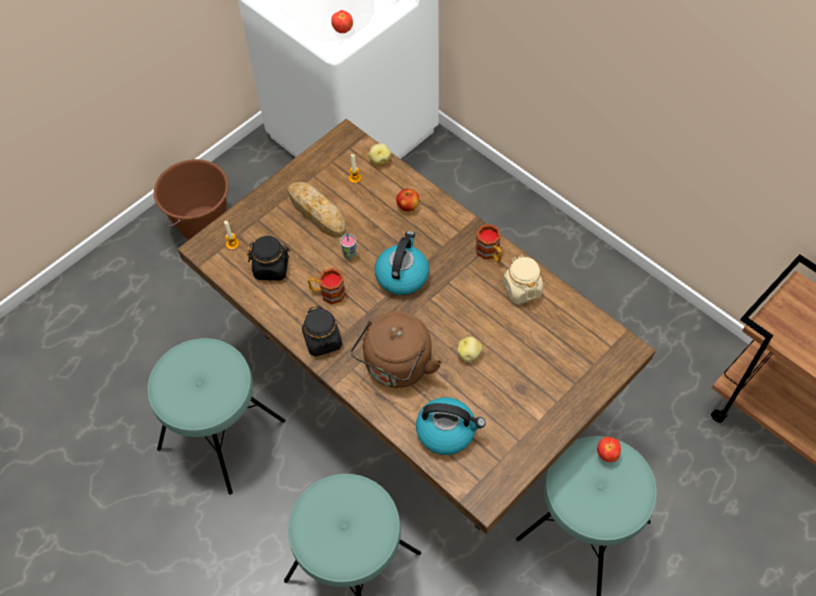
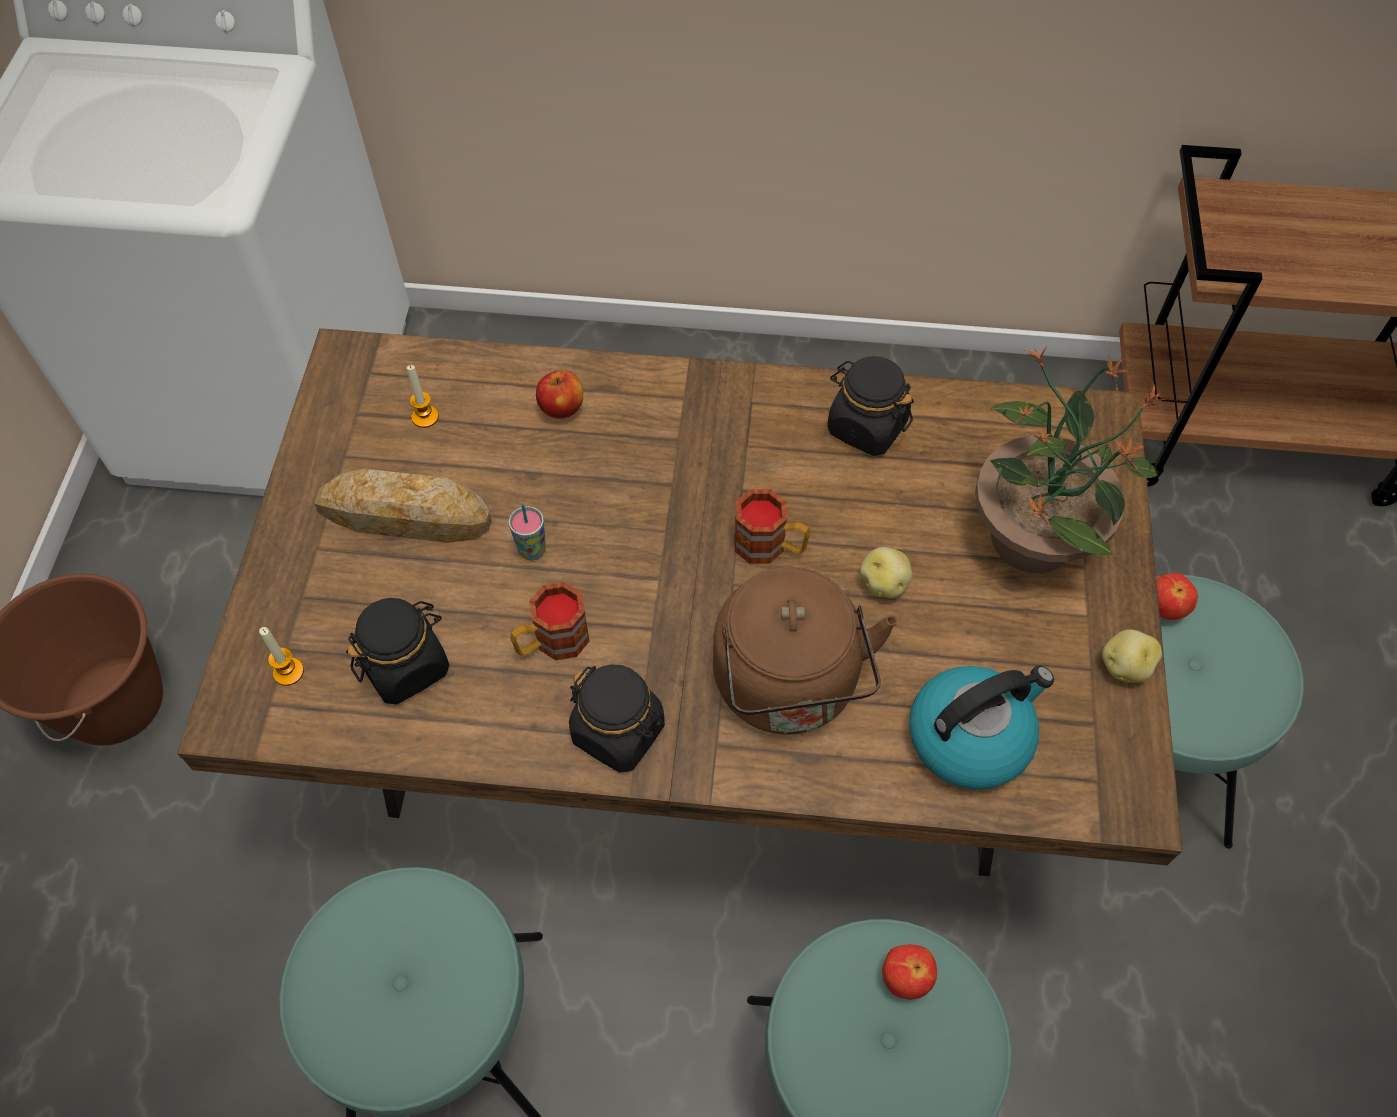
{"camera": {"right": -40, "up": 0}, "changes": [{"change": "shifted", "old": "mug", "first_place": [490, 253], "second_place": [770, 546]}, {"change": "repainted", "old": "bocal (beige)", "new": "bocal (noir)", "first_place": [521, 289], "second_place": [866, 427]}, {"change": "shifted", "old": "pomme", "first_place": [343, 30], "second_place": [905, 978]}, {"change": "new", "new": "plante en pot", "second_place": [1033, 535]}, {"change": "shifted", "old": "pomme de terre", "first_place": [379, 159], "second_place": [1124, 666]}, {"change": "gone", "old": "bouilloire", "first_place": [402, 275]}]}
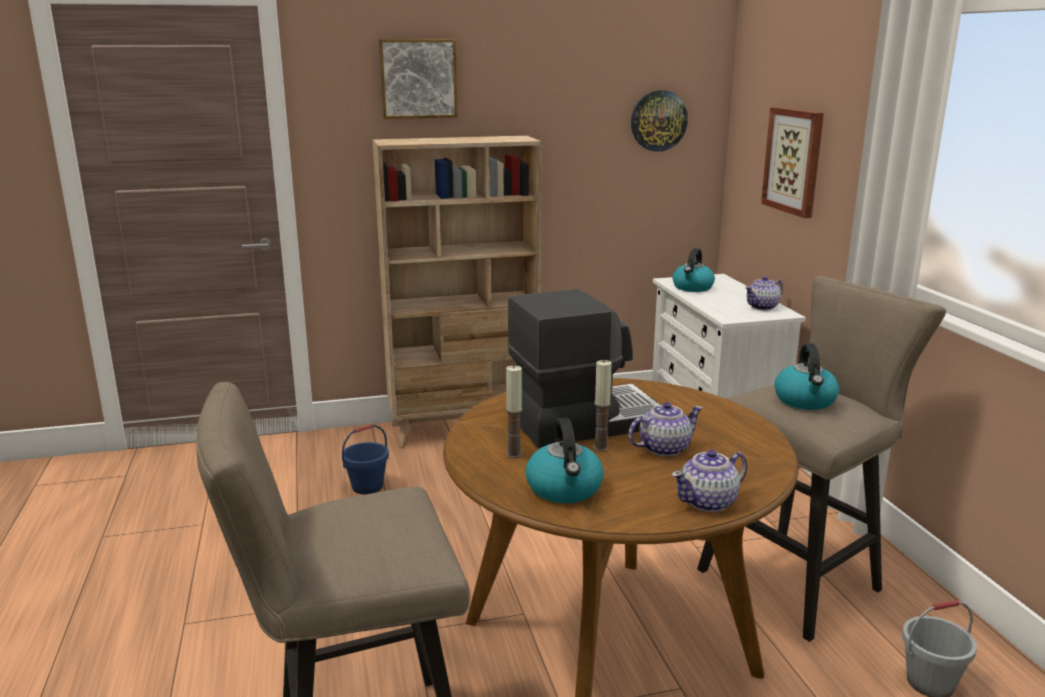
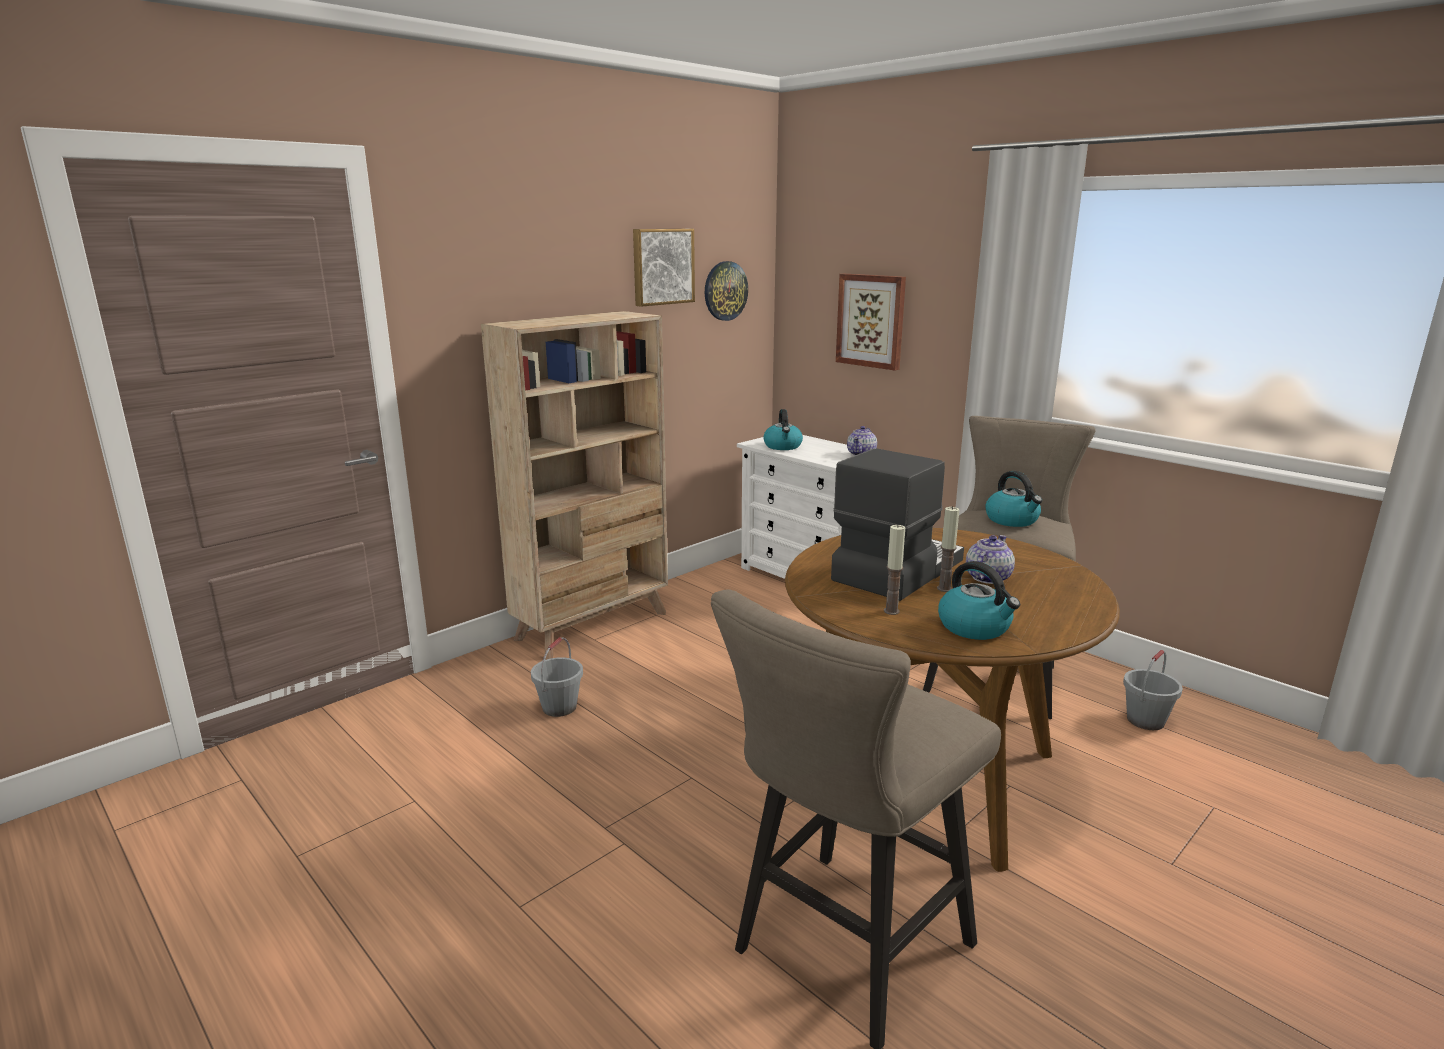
{"camera": {"right": -30, "up": 0}, "changes": [{"change": "repainted", "old": "seau (bleu)", "new": "seau (gris)", "first_place": [367, 487], "second_place": [559, 707]}, {"change": "shifted", "old": "tableau", "first_place": [418, 78], "second_place": [662, 266]}, {"change": "gone", "old": "théière", "first_place": [708, 502]}]}
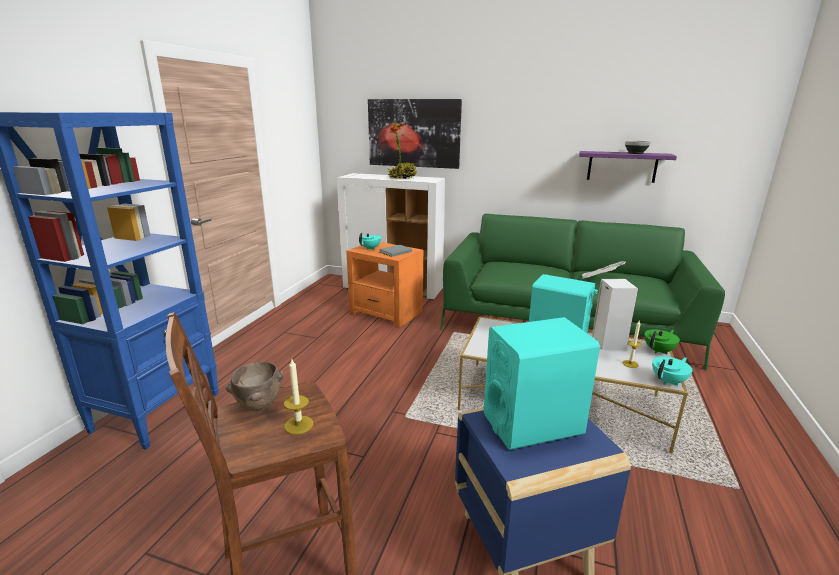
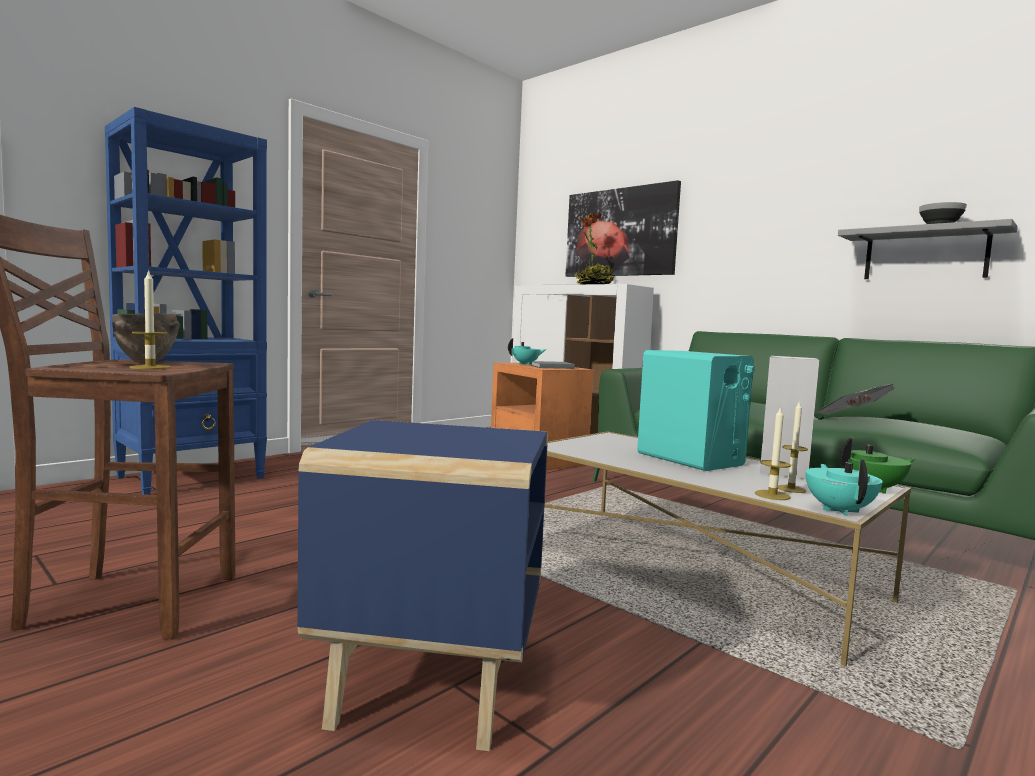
{"camera": {"right": 25, "up": -15}, "changes": [{"change": "new", "new": "bougie", "second_place": [772, 495]}, {"change": "rotated", "old": "théière (turquoise)", "first_place": [669, 381], "second_place": [839, 510], "degrees": -75}, {"change": "repainted", "old": "étagère (violet)", "new": "étagère (gris)", "first_place": [622, 166], "second_place": [925, 254]}, {"change": "gone", "old": "enceinte (turquoise)", "first_place": [532, 424]}]}
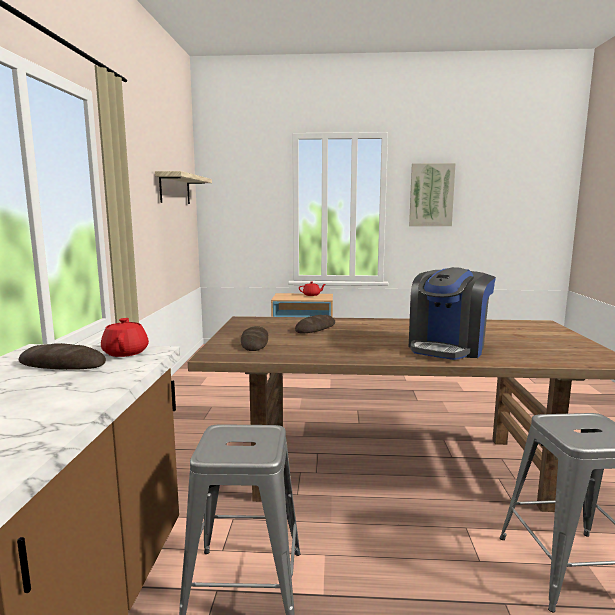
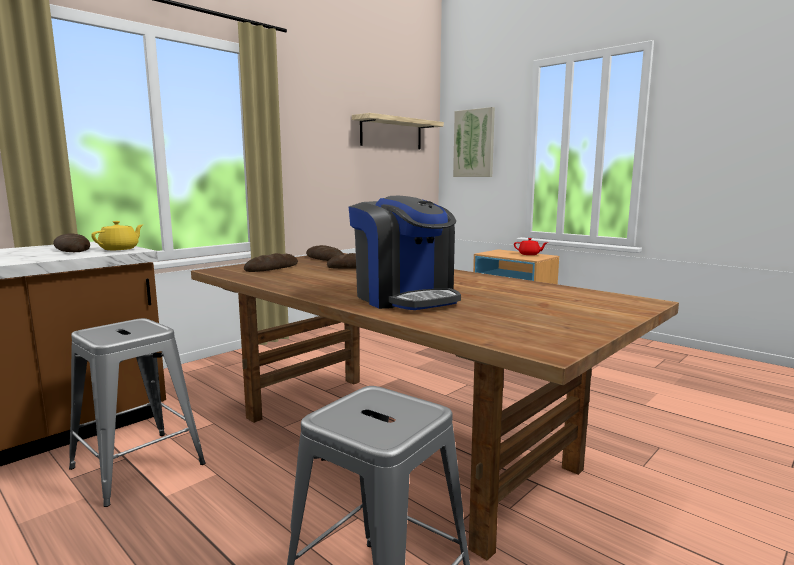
{"camera": {"right": 40, "up": 0}, "changes": [{"change": "repainted", "old": "théière (rouge)", "new": "théière (jaune)", "first_place": [126, 352], "second_place": [120, 249]}, {"change": "new", "new": "pain", "second_place": [325, 258]}, {"change": "rotated", "old": "machine à café", "first_place": [447, 348], "second_place": [405, 298], "degrees": -105}, {"change": "shifted", "old": "tableau", "first_place": [431, 195], "second_place": [474, 143]}]}
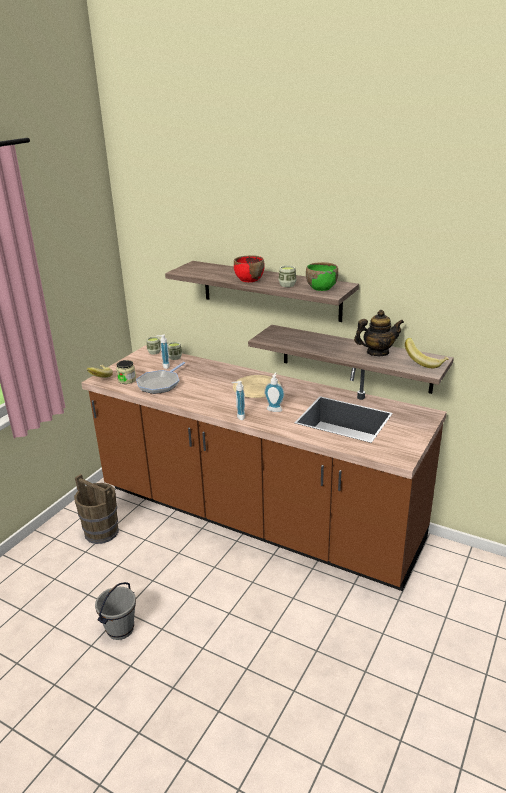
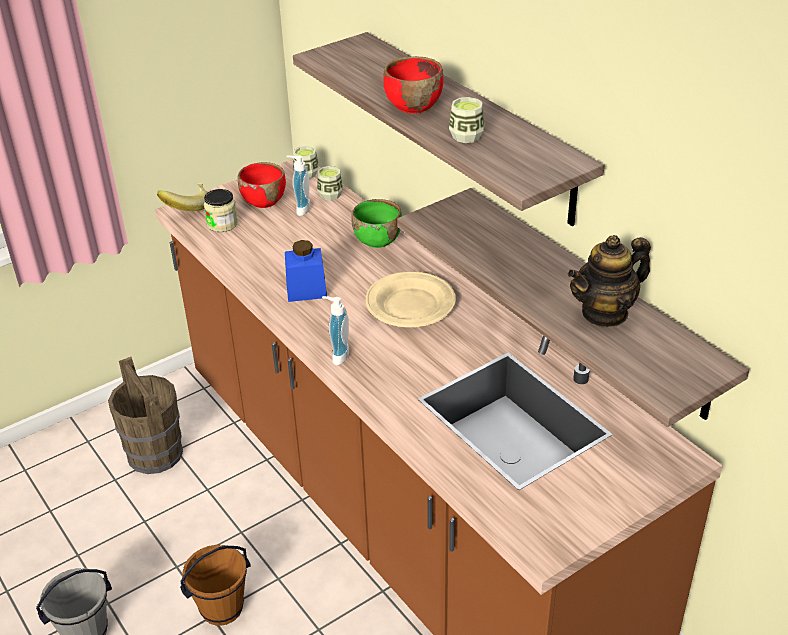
{"camera": {"right": 25, "up": 10}, "changes": [{"change": "new", "new": "seau (marron)", "second_place": [221, 608]}, {"change": "new", "new": "bol (rouge)", "second_place": [264, 201]}, {"change": "new", "new": "bocal (bleu)", "second_place": [306, 290]}, {"change": "shifted", "old": "bol (vert)", "first_place": [321, 288], "second_place": [377, 240]}, {"change": "rotated", "old": "théière", "first_place": [377, 352], "second_place": [605, 313], "degrees": 135}, {"change": "gone", "old": "poêle", "first_place": [160, 384]}, {"change": "gone", "old": "distributeur de savon", "first_place": [275, 409]}, {"change": "gone", "old": "banane", "first_place": [425, 362]}]}
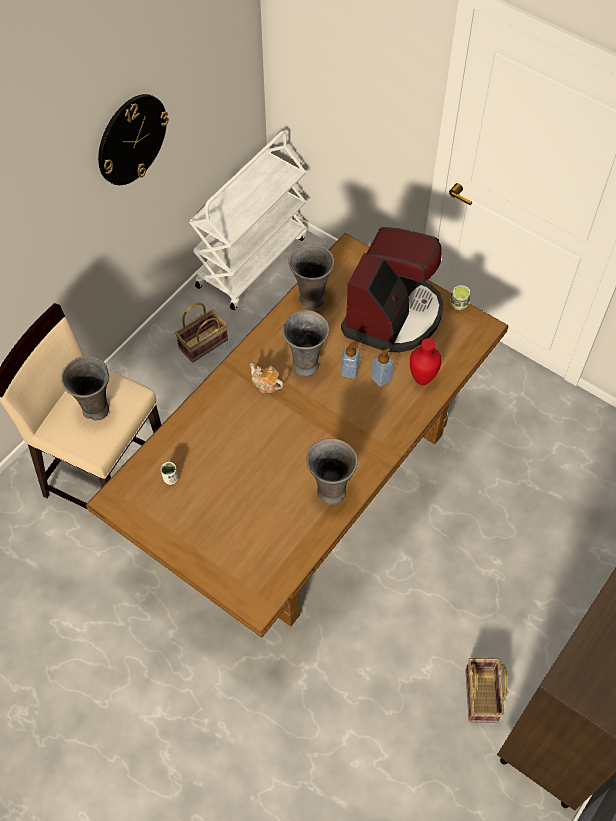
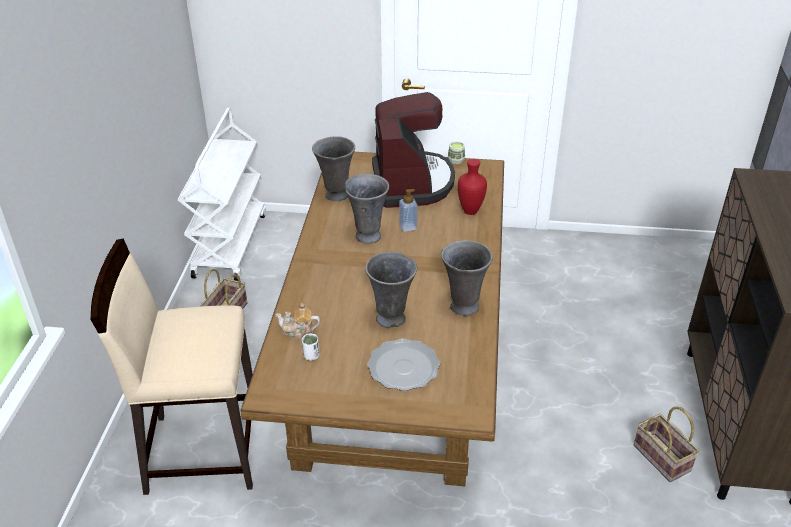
{"camera": {"right": -30, "up": -20}, "changes": [{"change": "shifted", "old": "théière", "first_place": [266, 384], "second_place": [298, 331]}, {"change": "shifted", "old": "vase (gris)", "first_place": [96, 410], "second_place": [392, 319]}, {"change": "new", "new": "assiette", "second_place": [403, 367]}, {"change": "gone", "old": "horloge murale", "first_place": [131, 139]}, {"change": "gone", "old": "distributeur de savon", "first_place": [381, 378]}]}
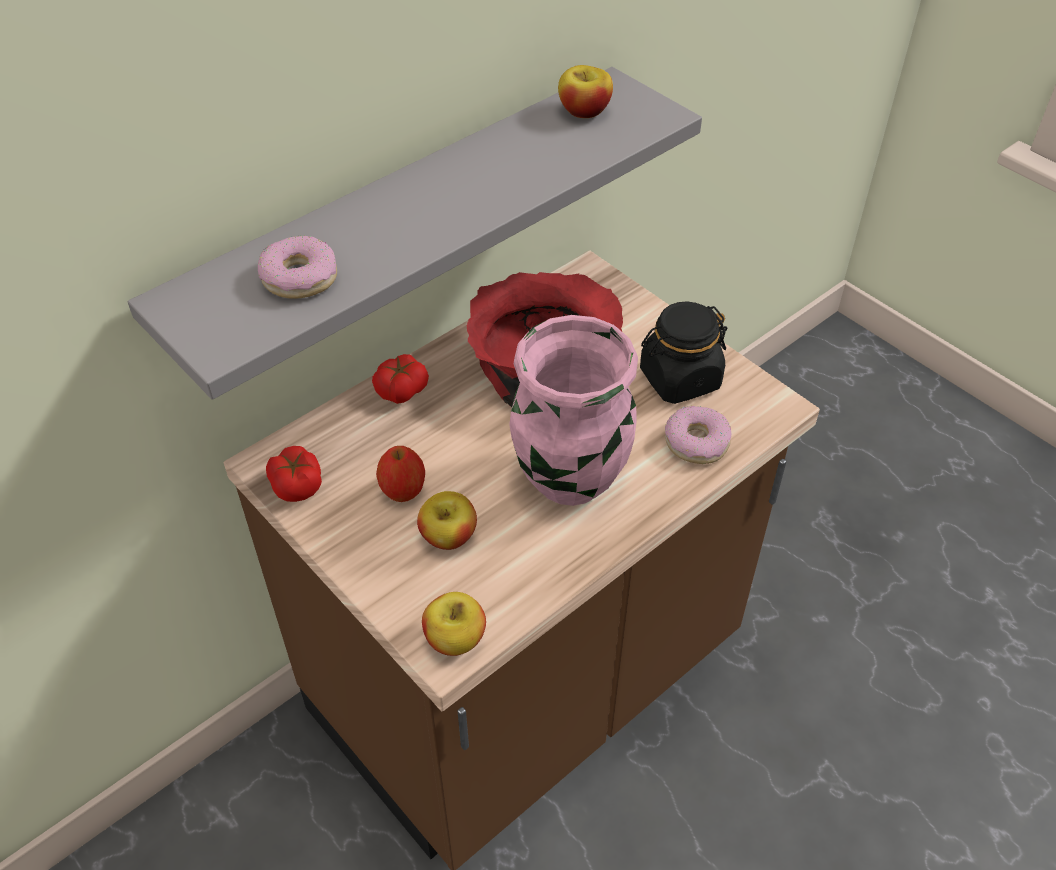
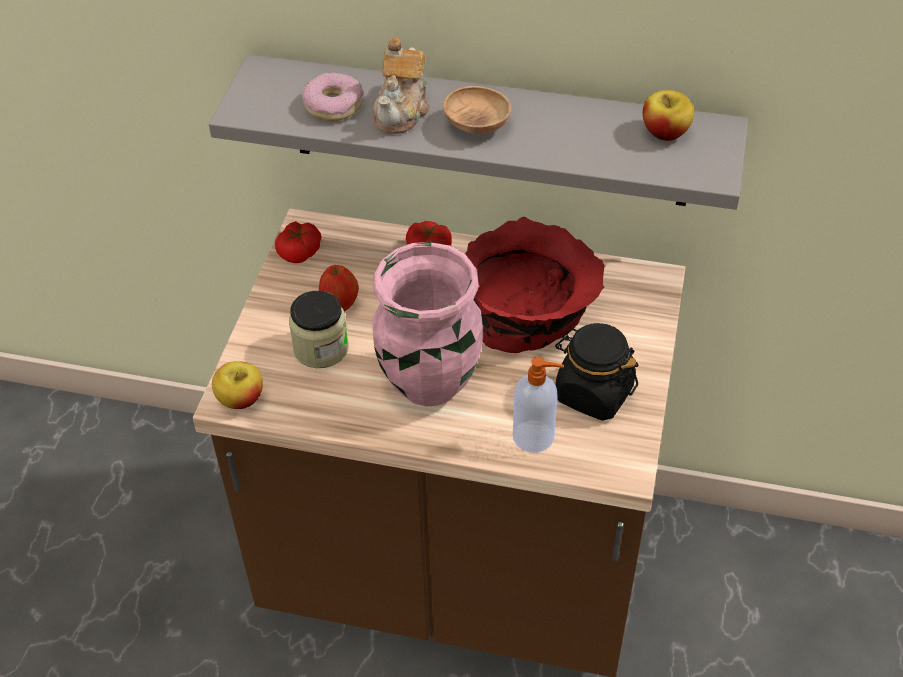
{"camera": {"right": 55, "up": 0}, "changes": [{"change": "swapped", "old": "pomme", "new": "bocal", "first_place": [448, 536], "second_place": [321, 348]}, {"change": "new", "new": "théière", "second_place": [402, 111]}, {"change": "new", "new": "bol (marron)", "second_place": [476, 125]}, {"change": "swapped", "old": "beignet", "new": "distributeur de savon", "first_place": [697, 442], "second_place": [535, 437]}]}
